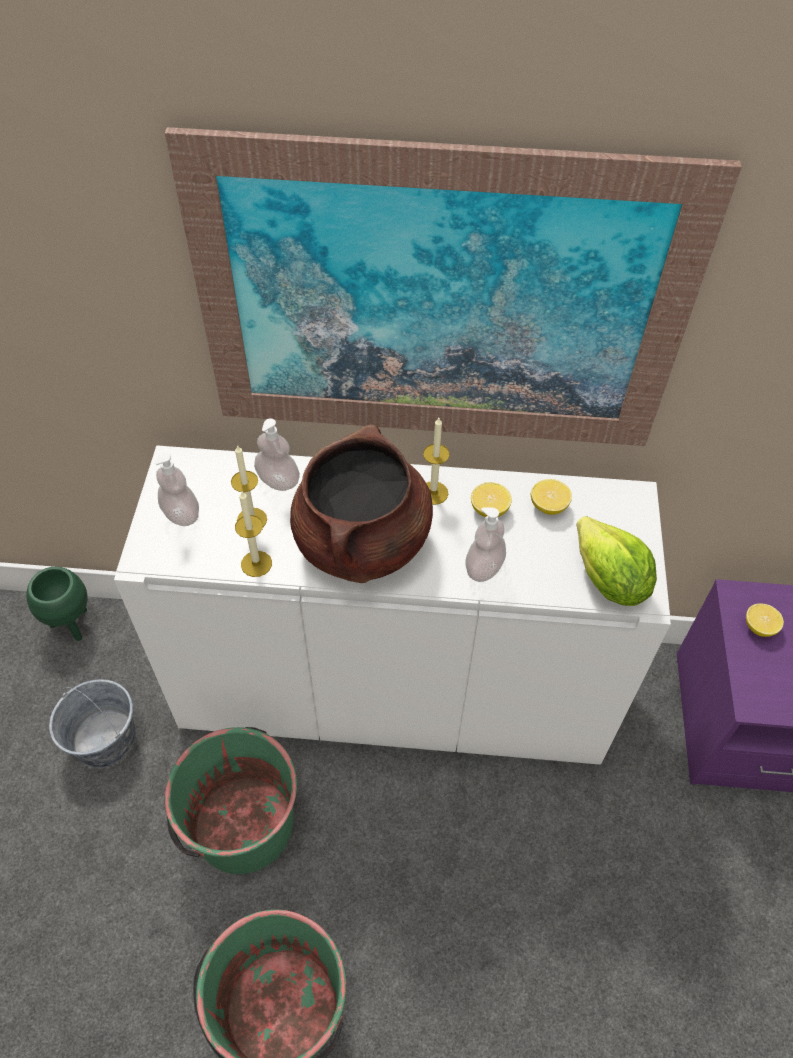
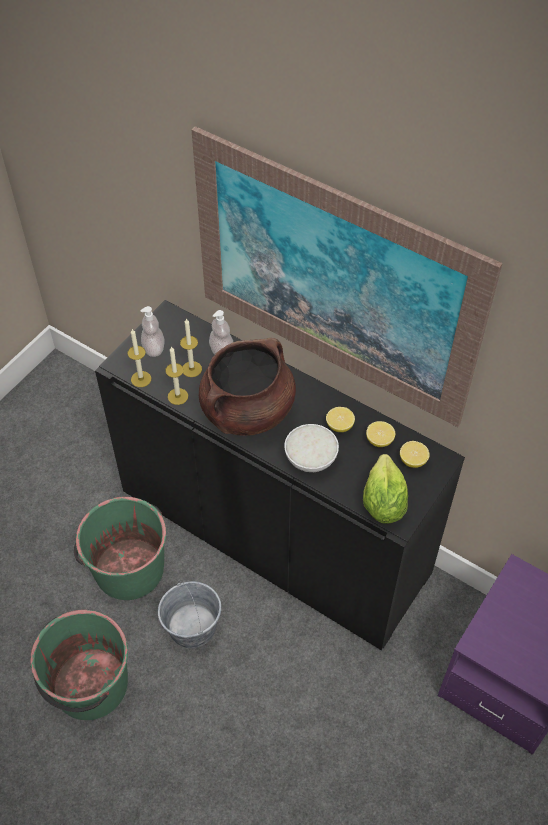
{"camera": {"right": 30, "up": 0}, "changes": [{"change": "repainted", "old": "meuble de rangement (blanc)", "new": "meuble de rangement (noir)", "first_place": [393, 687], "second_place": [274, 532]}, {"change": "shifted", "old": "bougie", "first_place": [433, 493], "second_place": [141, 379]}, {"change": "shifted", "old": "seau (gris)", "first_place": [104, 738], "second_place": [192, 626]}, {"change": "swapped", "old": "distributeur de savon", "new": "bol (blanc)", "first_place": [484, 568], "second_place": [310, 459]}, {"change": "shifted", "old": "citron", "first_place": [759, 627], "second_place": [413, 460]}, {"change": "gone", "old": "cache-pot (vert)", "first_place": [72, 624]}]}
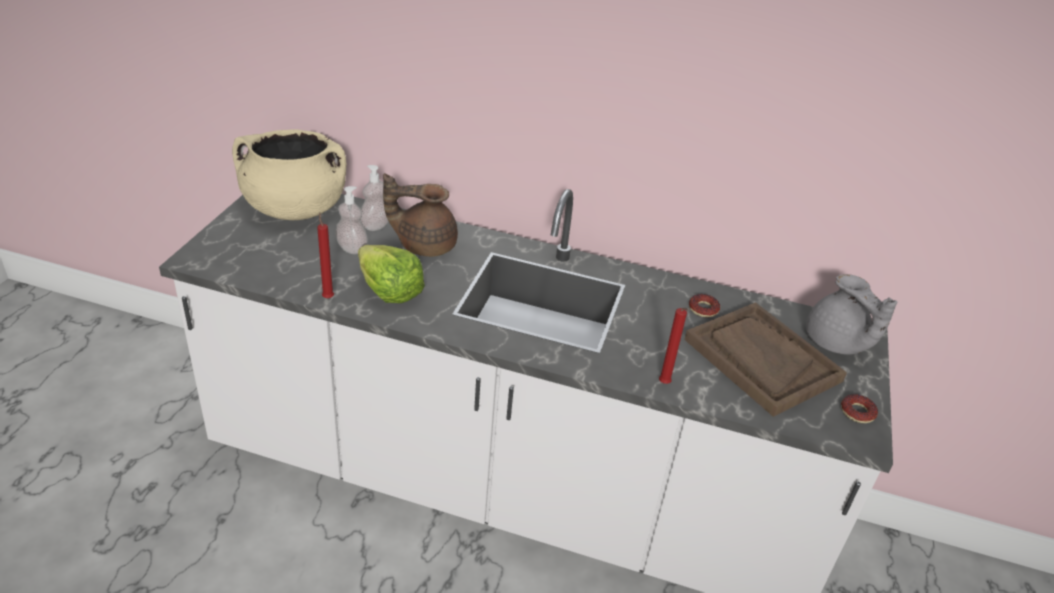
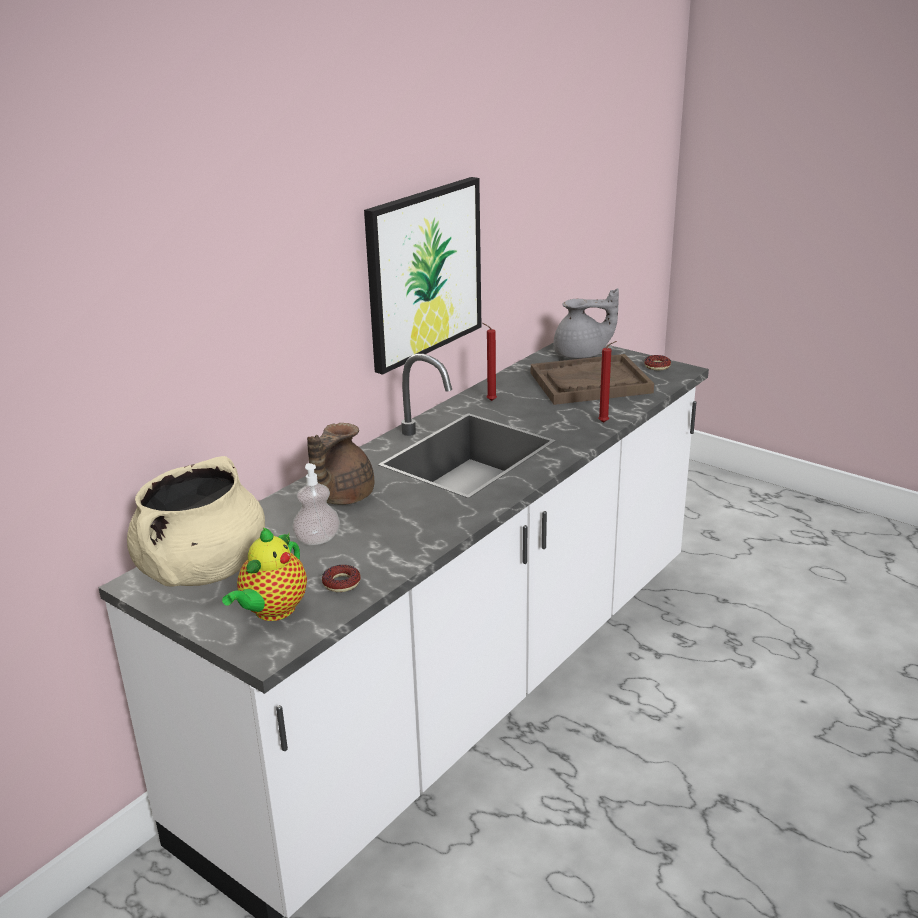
{"camera": {"right": -65, "up": -10}, "changes": [{"change": "new", "new": "théière", "second_place": [272, 611]}, {"change": "shifted", "old": "beignet", "first_place": [703, 309], "second_place": [341, 583]}, {"change": "new", "new": "tableau", "second_place": [423, 272]}, {"change": "shifted", "old": "bougie (rouge)", "first_place": [328, 297], "second_place": [490, 401]}, {"change": "gone", "old": "laitue", "first_place": [389, 291]}, {"change": "gone", "old": "distributeur de savon", "first_place": [375, 225]}]}
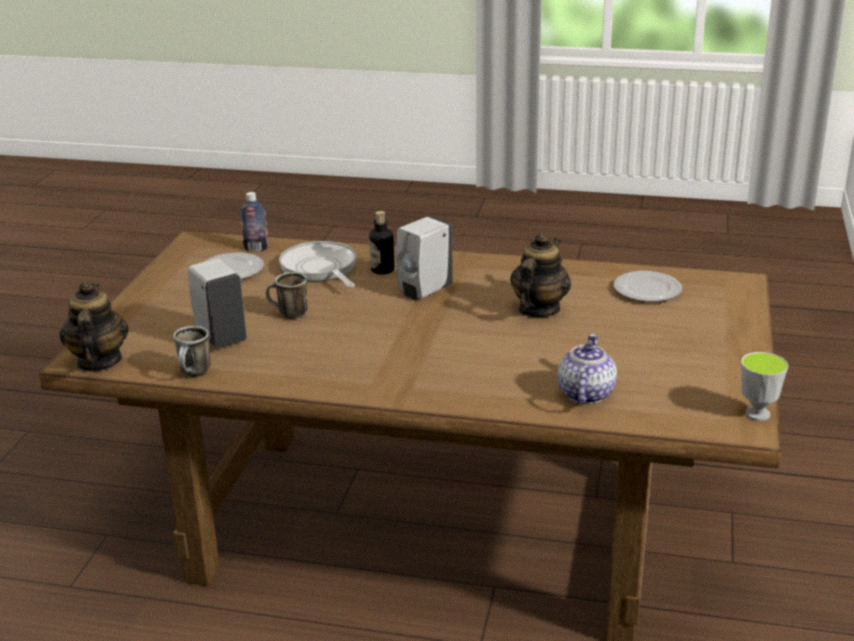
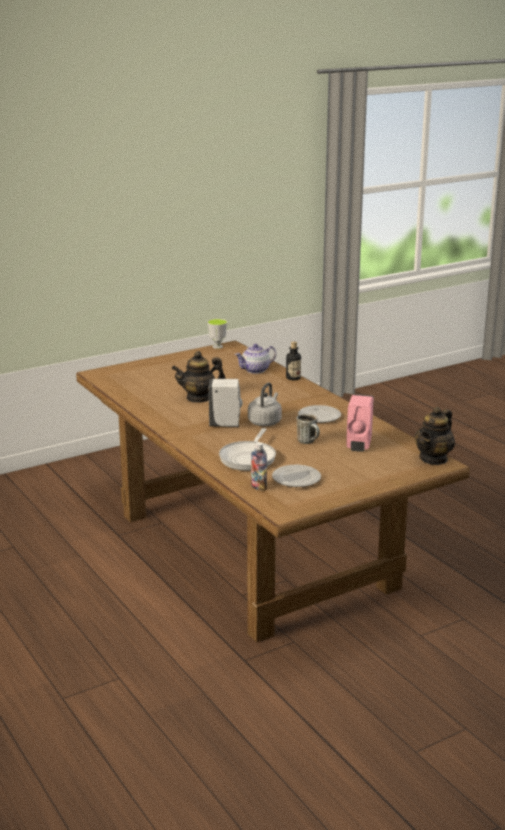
{"camera": {"right": -135, "up": -5}, "changes": [{"change": "new", "new": "bouilloire (gris)", "second_place": [265, 422]}, {"change": "shifted", "old": "bouteille", "first_place": [382, 270], "second_place": [293, 378]}, {"change": "shifted", "old": "assiette", "first_place": [647, 290], "second_place": [319, 416]}, {"change": "repainted", "old": "distributeur de savon (blanc)", "new": "distributeur de savon (rose)", "first_place": [220, 337], "second_place": [358, 445]}, {"change": "gone", "old": "mug", "first_place": [195, 374]}]}
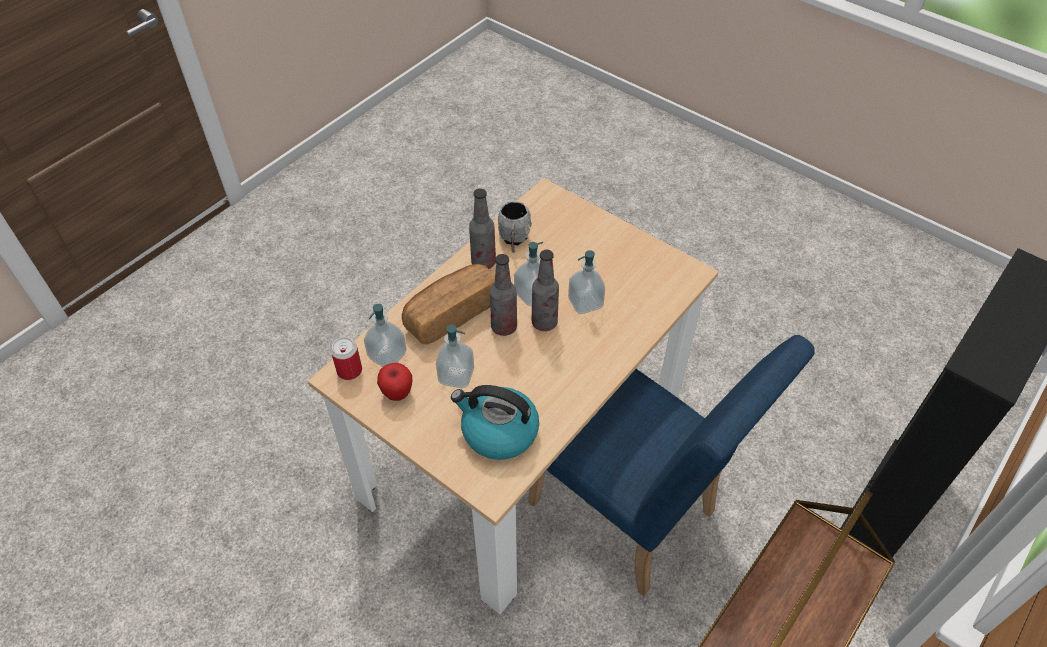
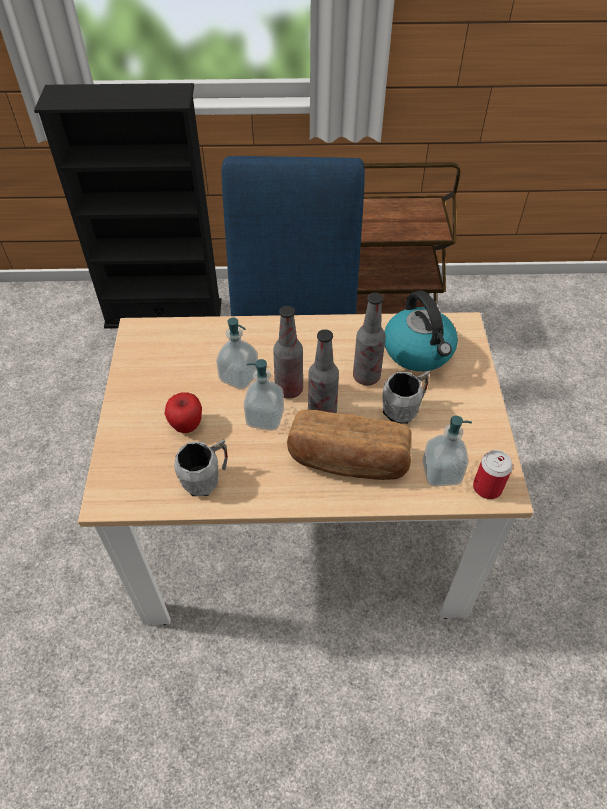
{"camera": {"right": -130, "up": 0}, "changes": [{"change": "shifted", "old": "pomme", "first_place": [397, 393], "second_place": [187, 426]}, {"change": "shifted", "old": "bouteille", "first_place": [483, 262], "second_place": [366, 376]}, {"change": "swapped", "old": "distributeur de savon", "new": "mug (gris)", "first_place": [456, 376], "second_place": [404, 409]}]}
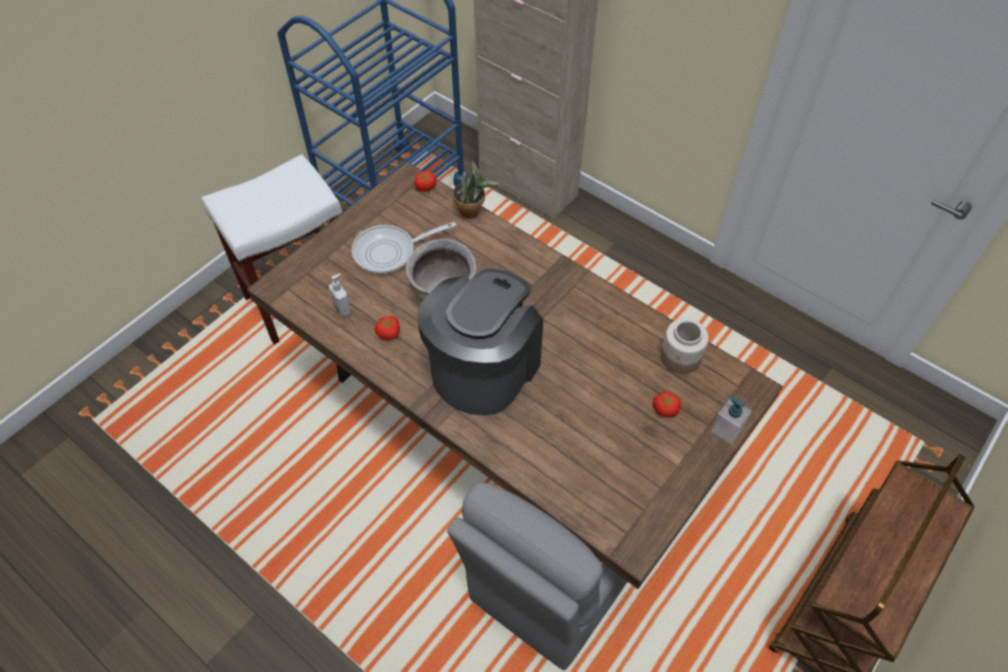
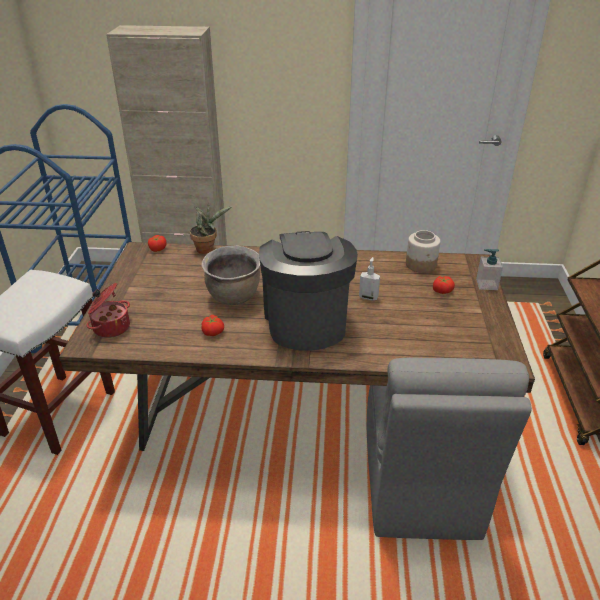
{"camera": {"right": -35, "up": -20}, "changes": [{"change": "new", "new": "marmite", "second_place": [111, 327]}, {"change": "shifted", "old": "distributeur de savon", "first_place": [343, 308], "second_place": [368, 297]}, {"change": "gone", "old": "poêle", "first_place": [390, 252]}]}
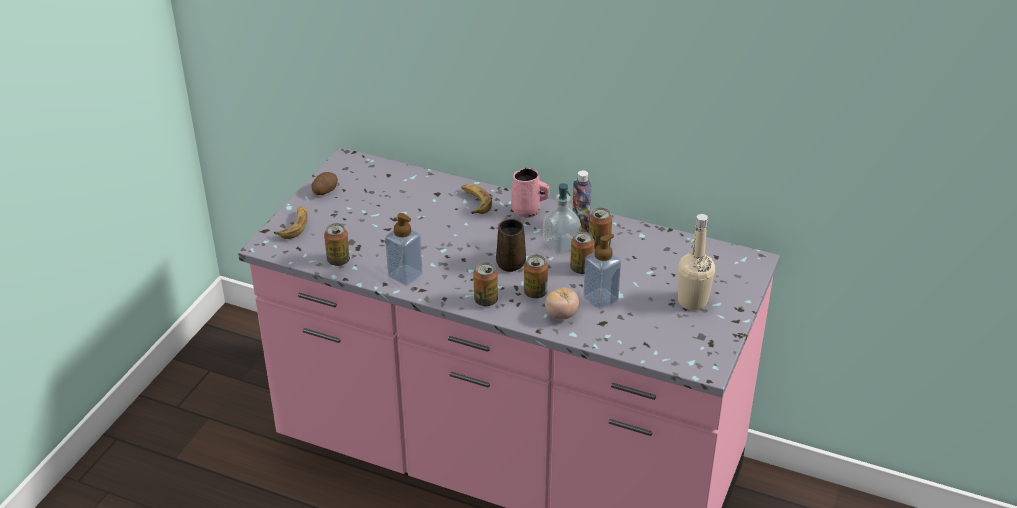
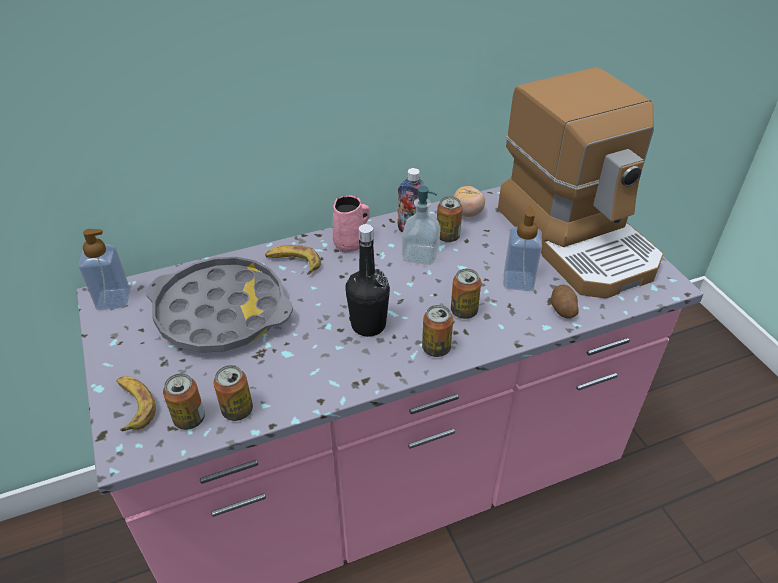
{"camera": {"right": -45, "up": 5}, "changes": [{"change": "shifted", "old": "distributeur de savon", "first_place": [405, 275], "second_place": [113, 299]}, {"change": "new", "new": "plateau (gris)", "second_place": [221, 312]}, {"change": "shifted", "old": "boîte métallique", "first_place": [581, 268], "second_place": [189, 418]}, {"change": "new", "new": "bouteille (noir)", "second_place": [368, 325]}, {"change": "shifted", "old": "tomate", "first_place": [561, 315], "second_place": [467, 213]}, {"change": "swapped", "old": "bouteille (beige)", "new": "machine à café", "first_place": [692, 301], "second_place": [578, 238]}, {"change": "shifted", "old": "pomme de terre", "first_place": [324, 190], "second_place": [562, 309]}, {"change": "gone", "old": "mug (marron)", "first_place": [512, 262]}]}
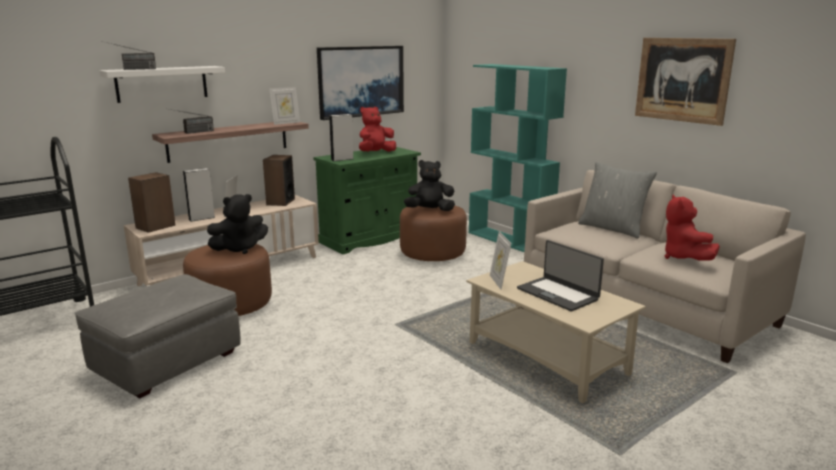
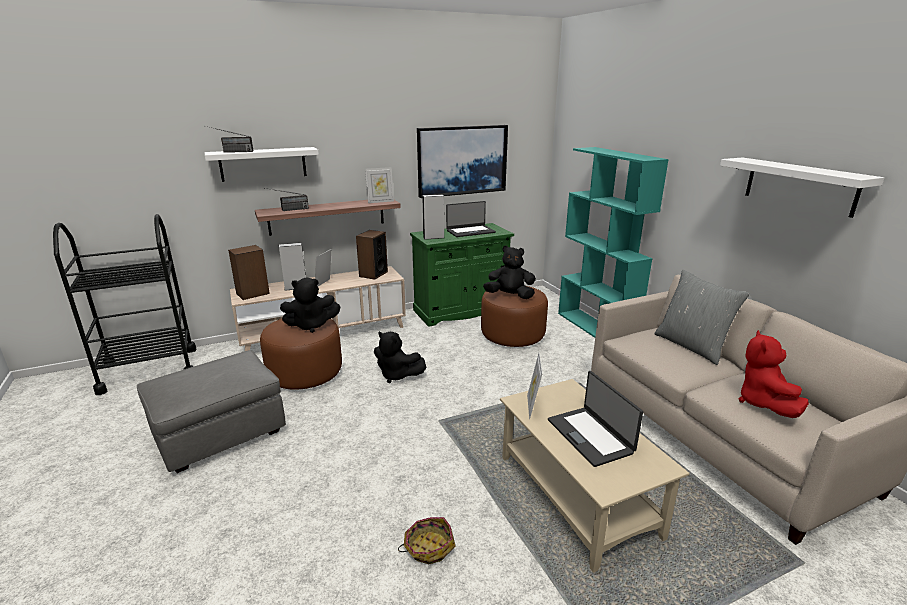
{"camera": {"right": 15, "up": 5}, "changes": [{"change": "new", "new": "peluche (noir)", "second_place": [397, 375]}, {"change": "new", "new": "panier", "second_place": [428, 547]}, {"change": "swapped", "old": "peluche (rouge)", "new": "ordinateur portable", "first_place": [376, 153], "second_place": [470, 231]}, {"change": "swapped", "old": "tableau", "new": "étagère (blanc)", "first_place": [682, 80], "second_place": [799, 186]}]}
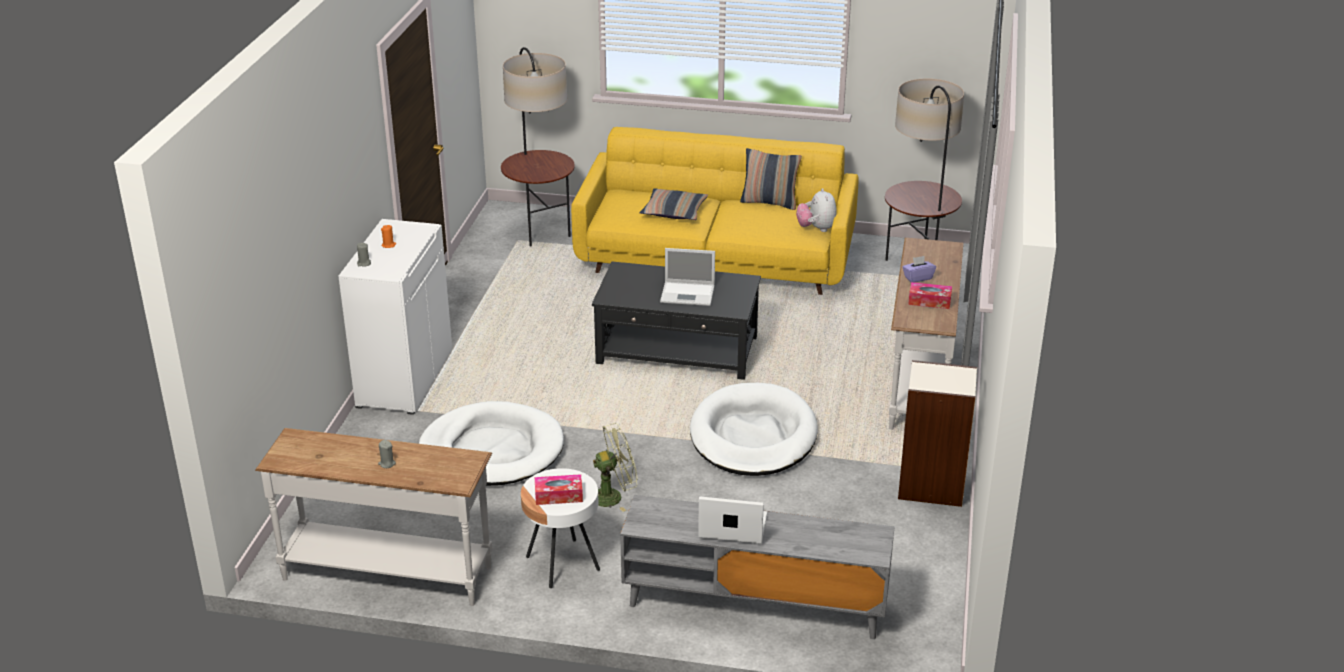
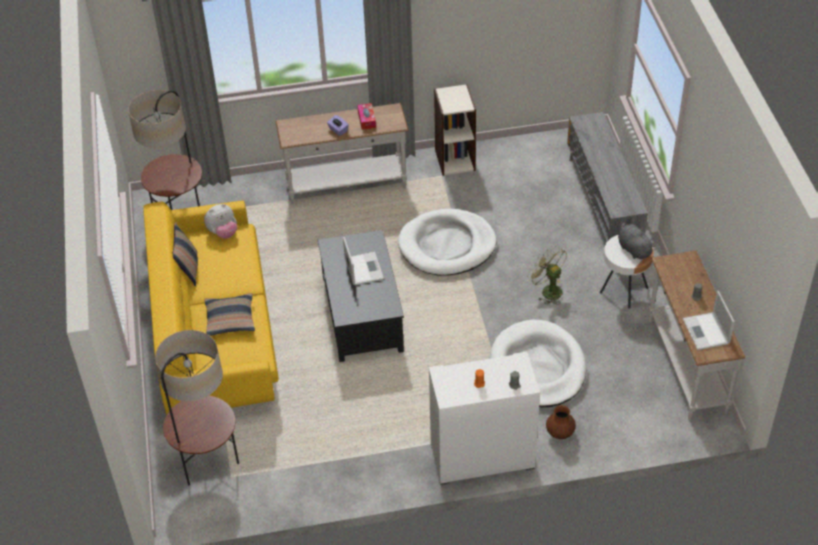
{"camera": {"right": -110, "up": 15}, "changes": [{"change": "new", "new": "vase (marron)", "second_place": [560, 433]}, {"change": "swapped", "old": "boîte à mouchoirs", "new": "peluche (gris)", "first_place": [558, 496], "second_place": [633, 249]}, {"change": "shifted", "old": "ordinateur portable", "first_place": [731, 526], "second_place": [706, 332]}]}
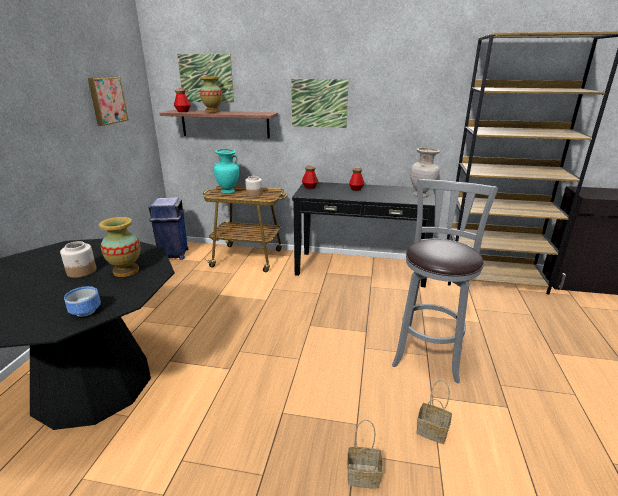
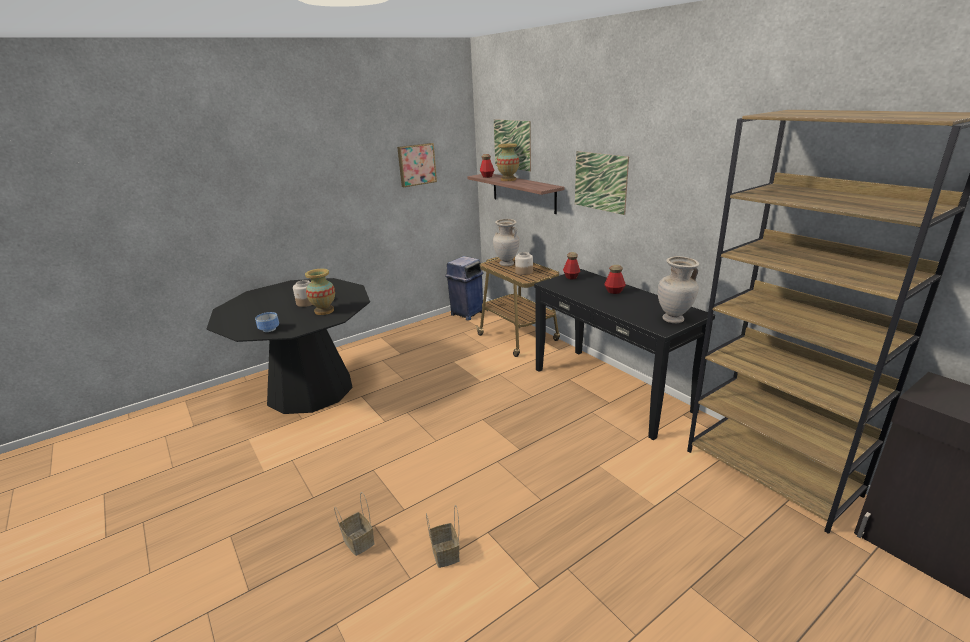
{"camera": {"right": 45, "up": 0}, "changes": [{"change": "repainted", "old": "vase (turquoise)", "new": "vase (beige)", "first_place": [228, 192], "second_place": [506, 264]}, {"change": "gone", "old": "tabouret (gris)", "first_place": [428, 354]}]}
